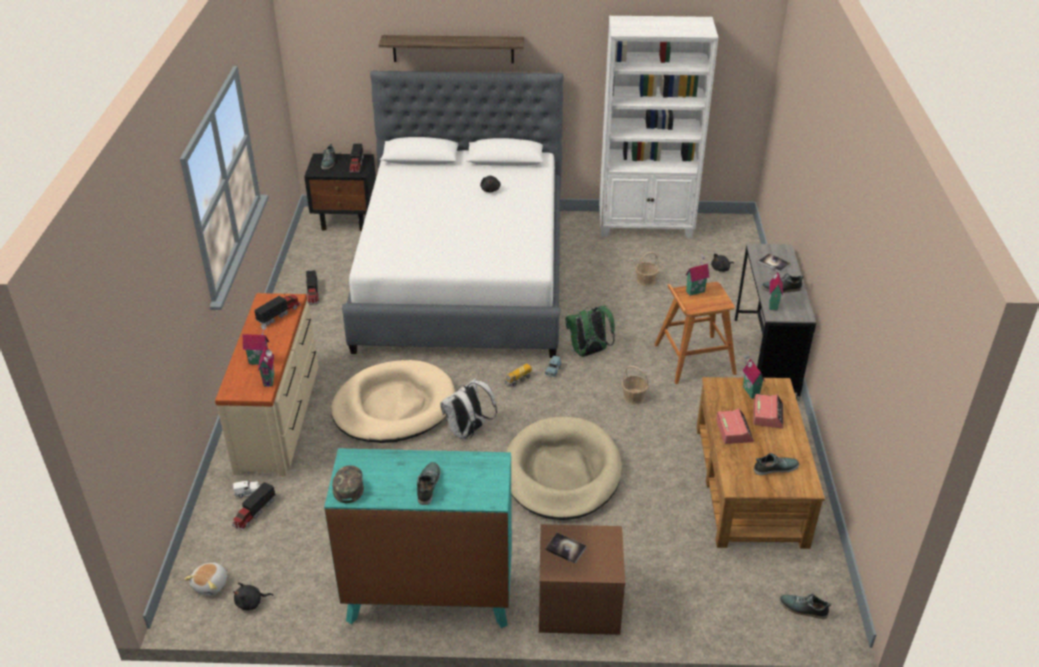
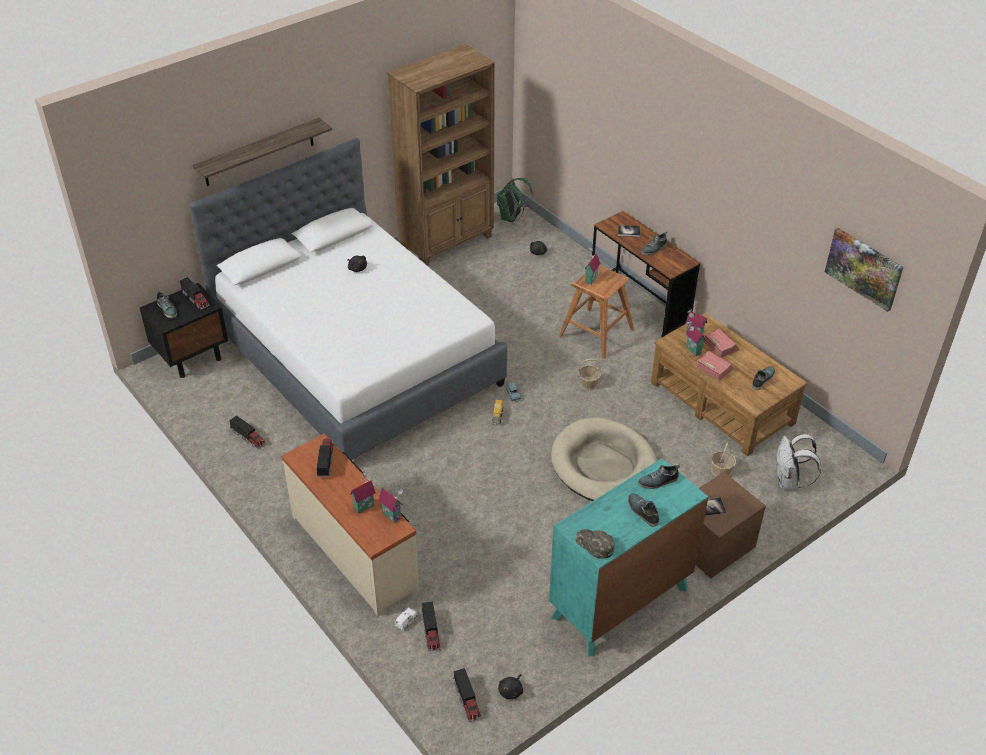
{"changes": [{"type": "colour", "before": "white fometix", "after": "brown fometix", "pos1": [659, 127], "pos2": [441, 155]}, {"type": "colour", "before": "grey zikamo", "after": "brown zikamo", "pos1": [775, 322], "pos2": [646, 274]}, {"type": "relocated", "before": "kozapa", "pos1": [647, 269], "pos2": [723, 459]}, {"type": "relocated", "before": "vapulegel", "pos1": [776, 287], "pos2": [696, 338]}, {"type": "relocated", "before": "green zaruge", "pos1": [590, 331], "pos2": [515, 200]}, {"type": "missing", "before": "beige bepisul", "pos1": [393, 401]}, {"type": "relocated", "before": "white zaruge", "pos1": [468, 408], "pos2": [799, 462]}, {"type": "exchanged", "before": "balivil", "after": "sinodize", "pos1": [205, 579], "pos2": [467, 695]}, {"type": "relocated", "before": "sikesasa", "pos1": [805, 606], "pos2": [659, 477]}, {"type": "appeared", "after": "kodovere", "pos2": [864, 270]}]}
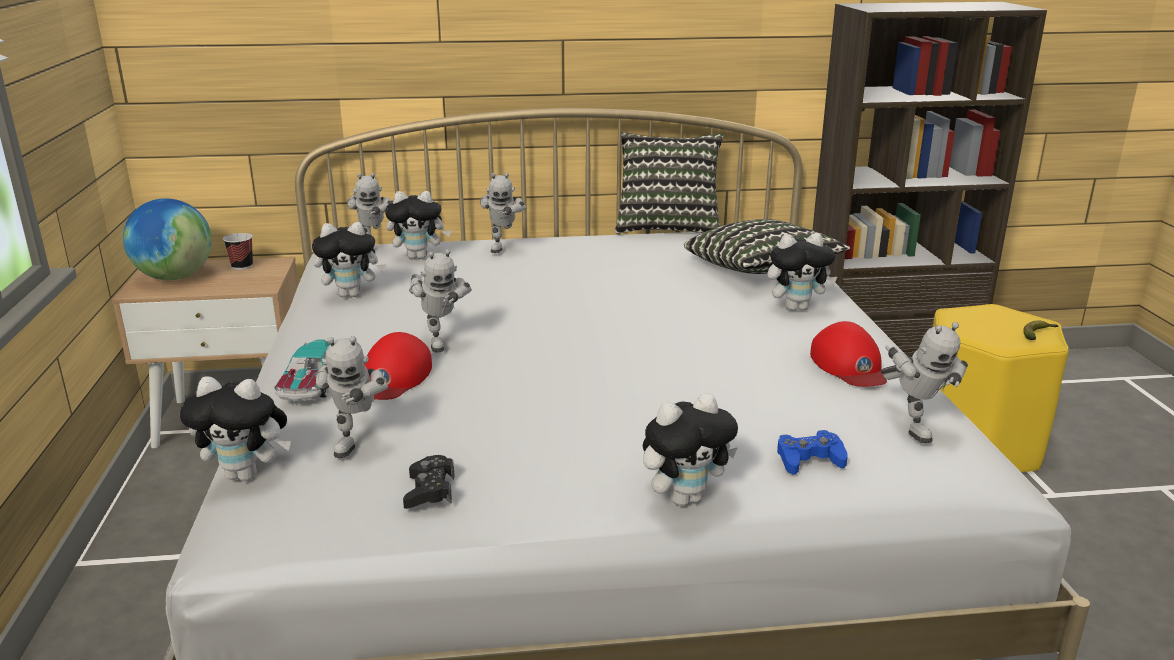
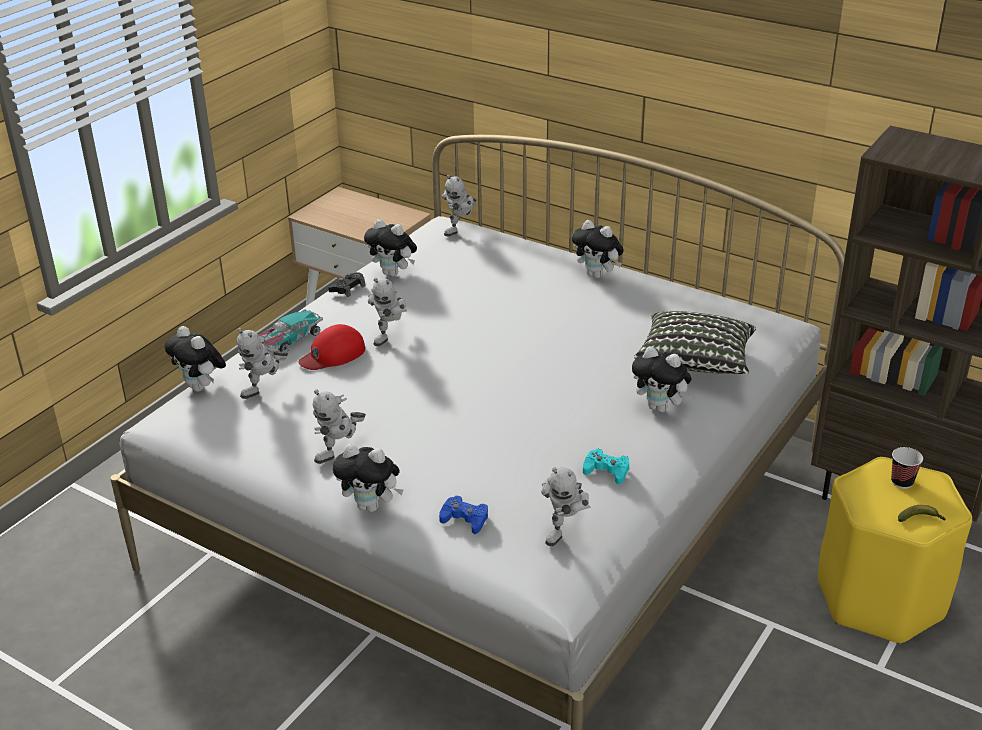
{"changes": [{"type": "missing", "before": "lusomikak", "pos1": [669, 182]}, {"type": "relocated", "before": "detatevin", "pos1": [503, 213], "pos2": [339, 427]}, {"type": "relocated", "before": "balivil", "pos1": [418, 225], "pos2": [598, 249]}, {"type": "missing", "before": "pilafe", "pos1": [167, 239]}, {"type": "relocated", "before": "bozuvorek", "pos1": [238, 251], "pos2": [907, 468]}, {"type": "exchanged", "before": "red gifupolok", "after": "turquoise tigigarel", "pos1": [848, 354], "pos2": [606, 466]}, {"type": "relocated", "before": "black tigigarel", "pos1": [428, 482], "pos2": [346, 284]}]}
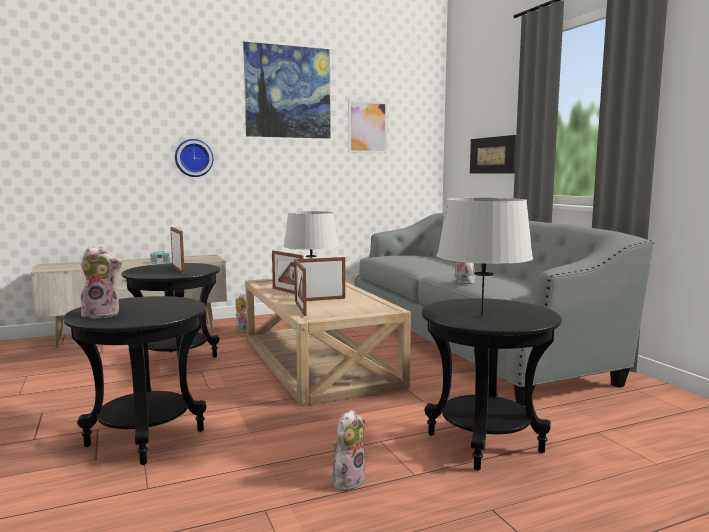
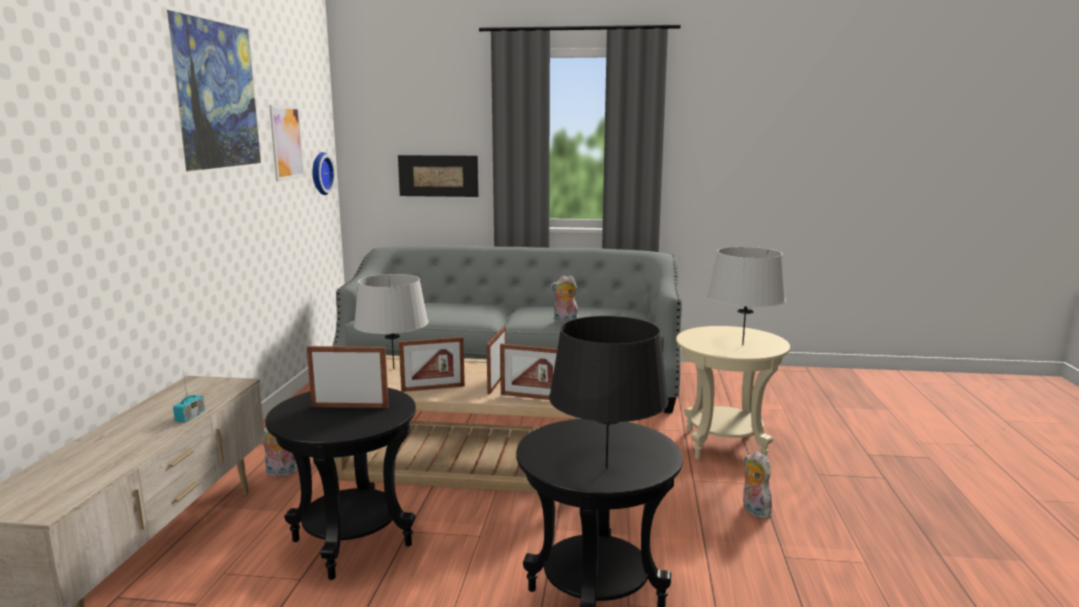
{"changes": [{"type": "relocated", "before": "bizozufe", "pos1": [194, 158], "pos2": [324, 173]}, {"type": "exchanged", "before": "balivil", "after": "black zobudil", "pos1": [100, 282], "pos2": [608, 393]}, {"type": "colour", "before": "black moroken", "after": "beige moroken", "pos1": [491, 384], "pos2": [733, 392]}]}
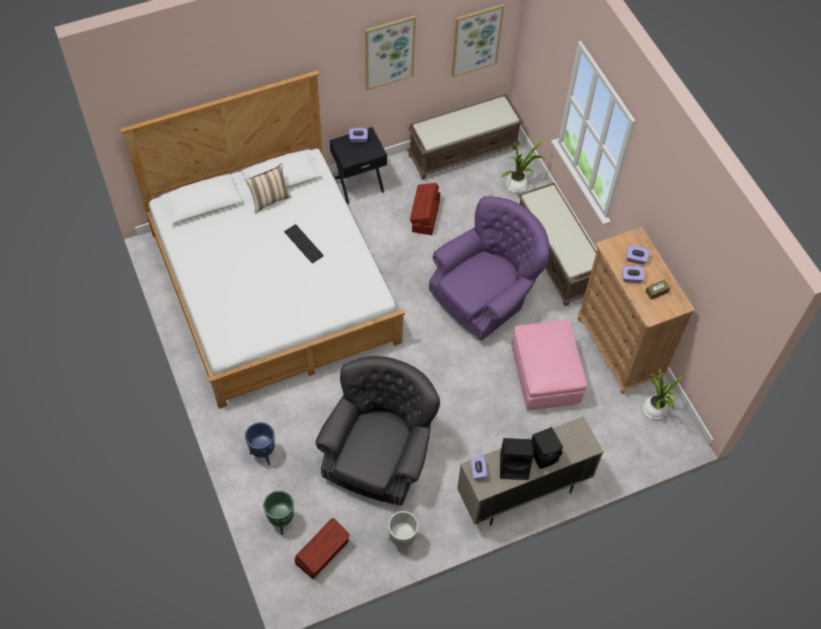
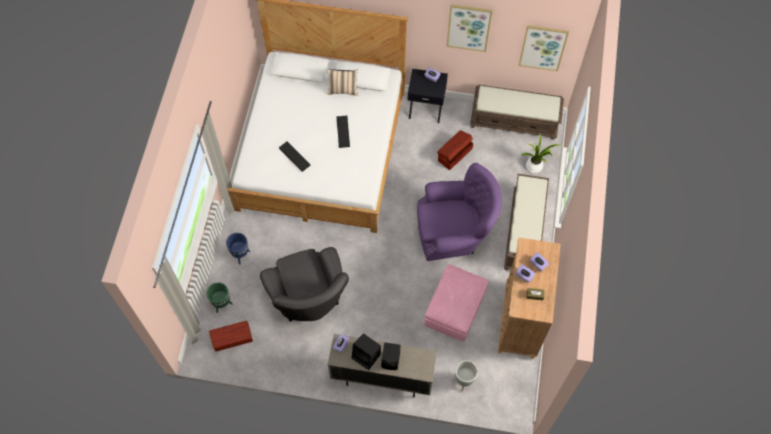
{"changes": [{"type": "spun", "before": "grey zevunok", "pos1": [378, 431], "pos2": [304, 284], "turn": 105}, {"type": "missing", "before": "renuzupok", "pos1": [662, 393]}, {"type": "relocated", "before": "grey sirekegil", "pos1": [403, 533], "pos2": [466, 375]}, {"type": "appeared", "after": "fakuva", "pos2": [295, 157]}]}
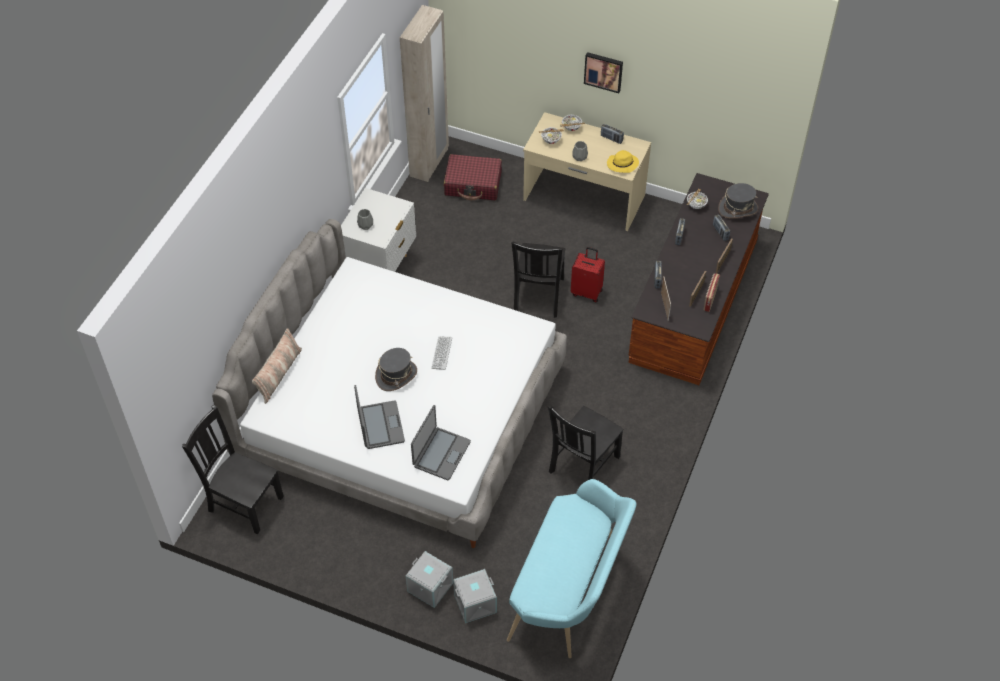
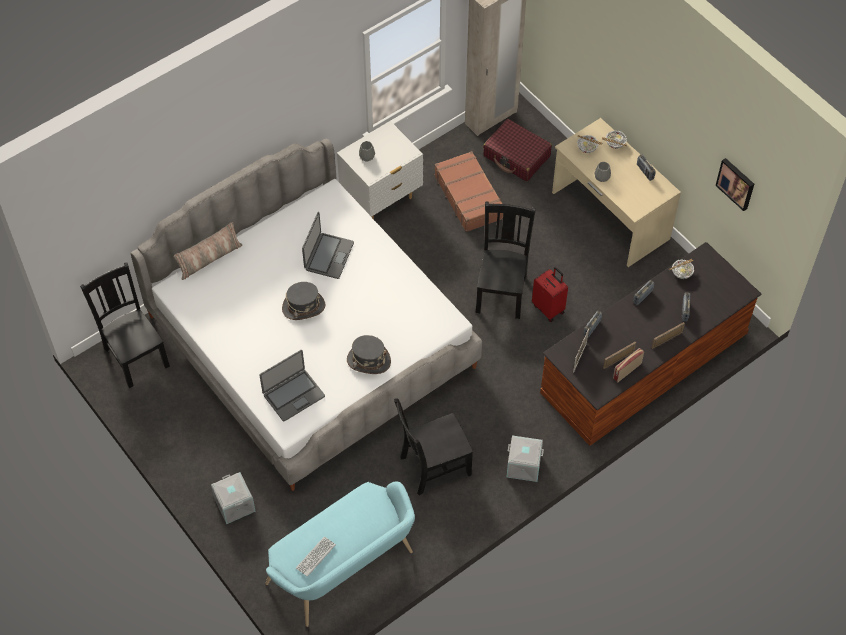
{"changes": [{"type": "relocated", "before": "kodovere", "pos1": [603, 72], "pos2": [734, 184]}, {"type": "missing", "before": "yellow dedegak", "pos1": [623, 161]}, {"type": "relocated", "before": "grey dedegak", "pos1": [738, 201], "pos2": [369, 354]}, {"type": "spun", "before": "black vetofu", "pos1": [538, 279], "pos2": [505, 260], "turn": 150}, {"type": "relocated", "before": "fakuva", "pos1": [441, 353], "pos2": [316, 556]}, {"type": "relocated", "before": "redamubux", "pos1": [379, 417], "pos2": [328, 245]}, {"type": "relocated", "before": "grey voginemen", "pos1": [475, 596], "pos2": [525, 459]}, {"type": "appeared", "after": "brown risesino", "pos2": [469, 191]}]}
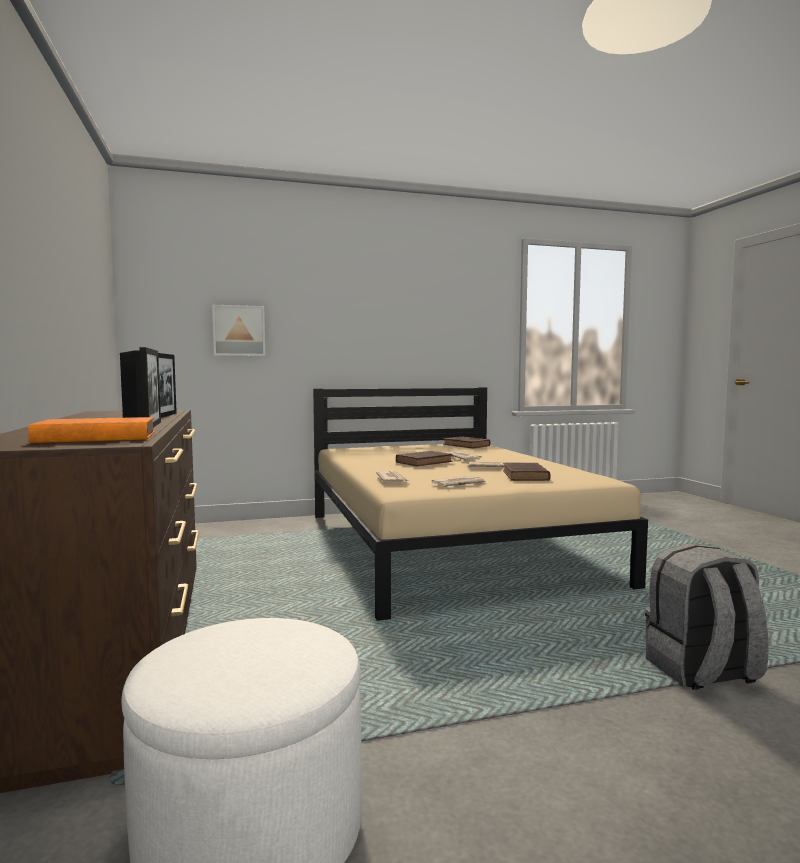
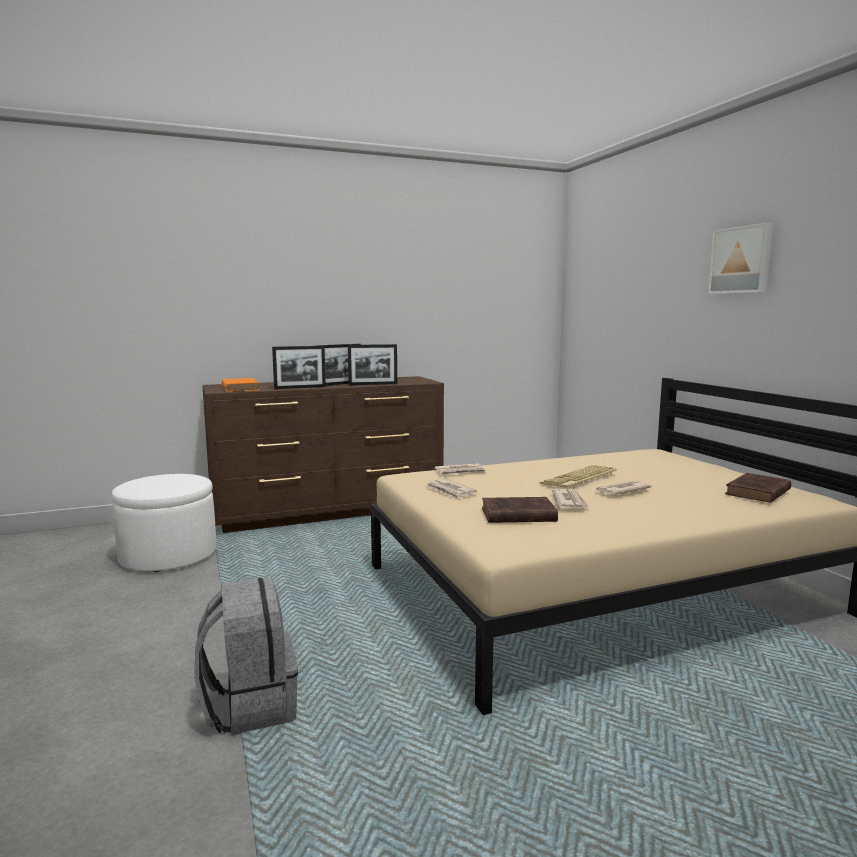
{"changes": [{"type": "relocated", "before": "kodovere", "pos1": [238, 330], "pos2": [740, 258]}, {"type": "exchanged", "before": "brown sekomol", "after": "fakuva", "pos1": [424, 458], "pos2": [577, 476]}]}
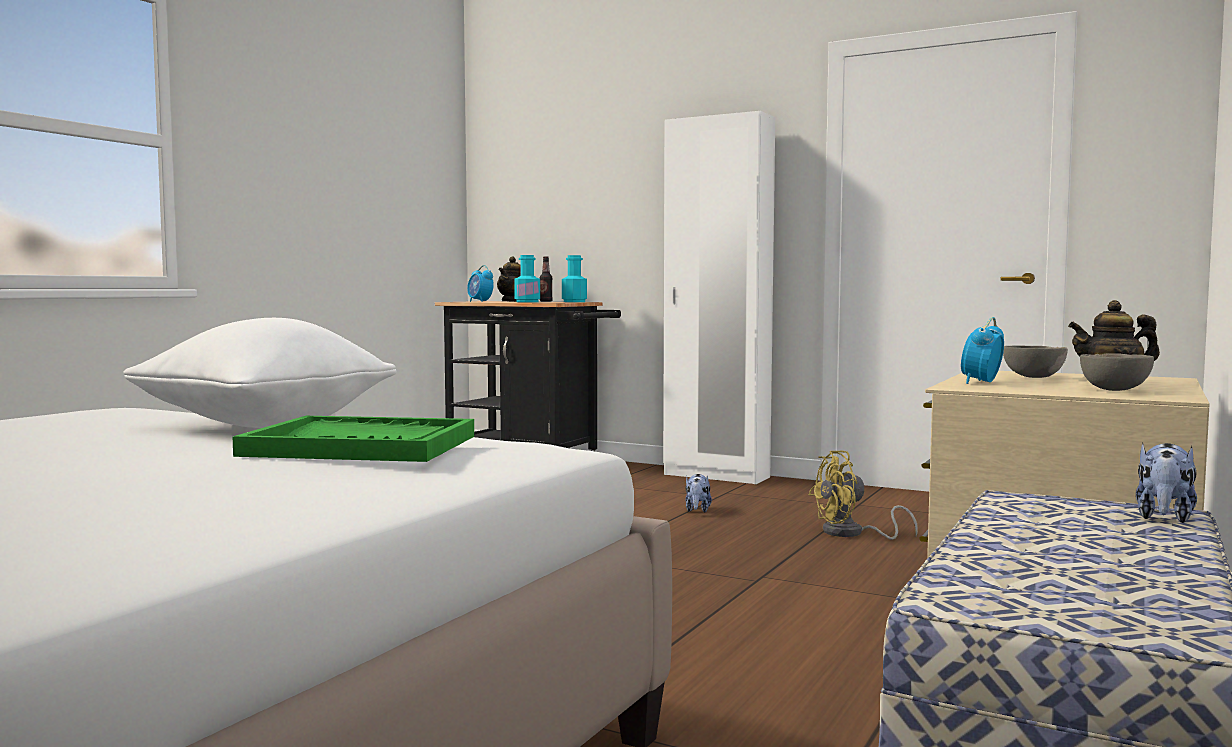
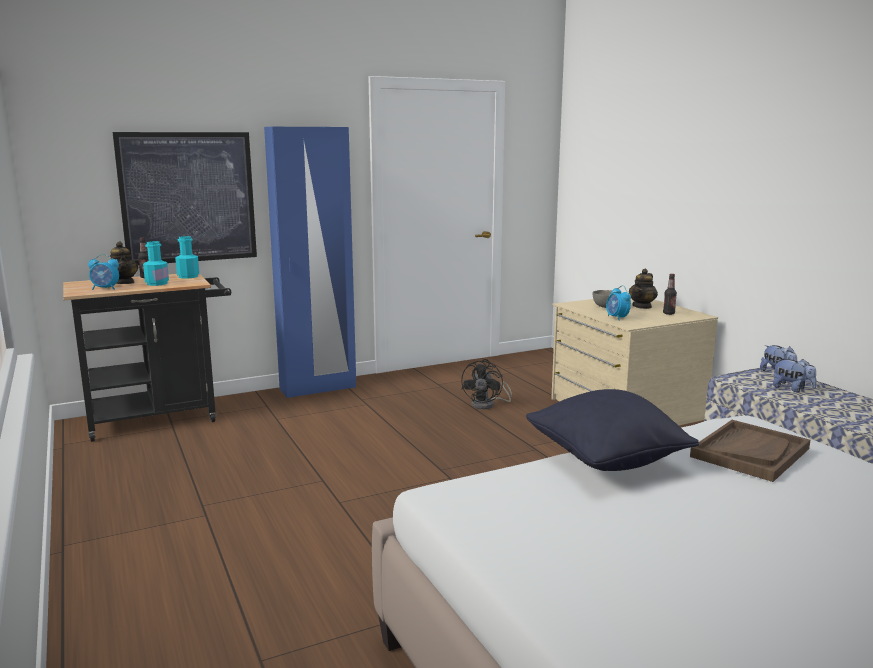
{"changes": [{"type": "colour", "before": "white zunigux", "after": "blue zunigux", "pos1": [719, 297], "pos2": [310, 262]}, {"type": "colour", "before": "white lusomikak", "after": "black lusomikak", "pos1": [260, 373], "pos2": [612, 430]}, {"type": "exchanged", "before": "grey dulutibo", "after": "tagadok", "pos1": [1117, 372], "pos2": [670, 294]}, {"type": "colour", "before": "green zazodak", "after": "brown zazodak", "pos1": [353, 439], "pos2": [750, 451]}, {"type": "colour", "before": "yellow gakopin", "after": "black gakopin", "pos1": [863, 495], "pos2": [486, 384]}, {"type": "relocated", "before": "balivil", "pos1": [699, 493], "pos2": [795, 375]}, {"type": "appeared", "after": "kodovere", "pos2": [185, 198]}]}
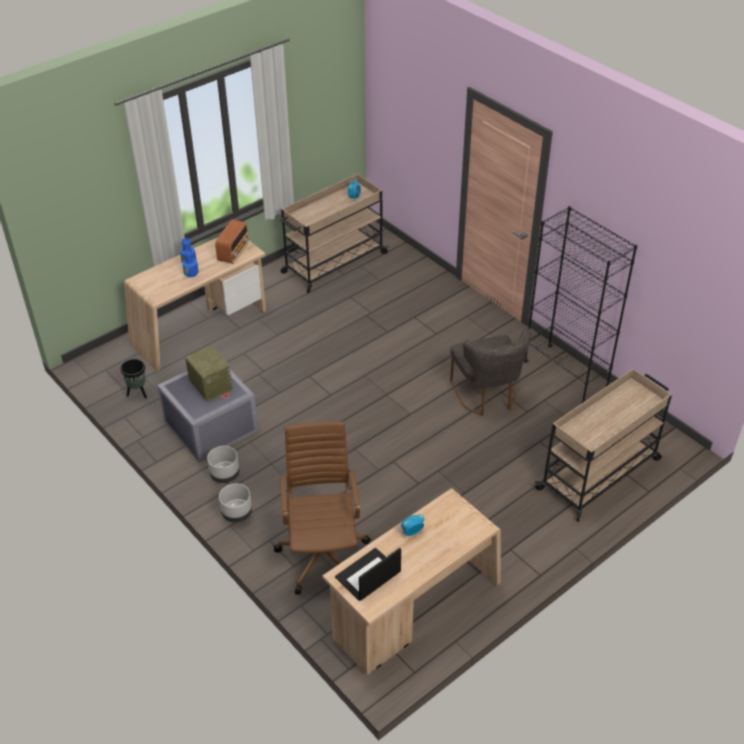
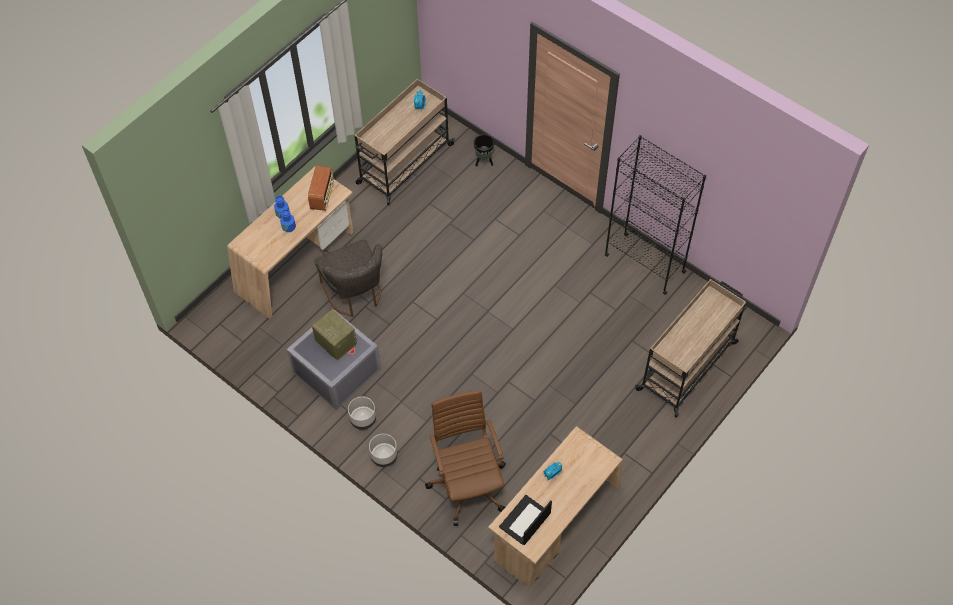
{"changes": [{"type": "relocated", "before": "grey vetofu", "pos1": [490, 372], "pos2": [348, 278]}, {"type": "relocated", "before": "black sirekegil", "pos1": [133, 378], "pos2": [484, 150]}]}
